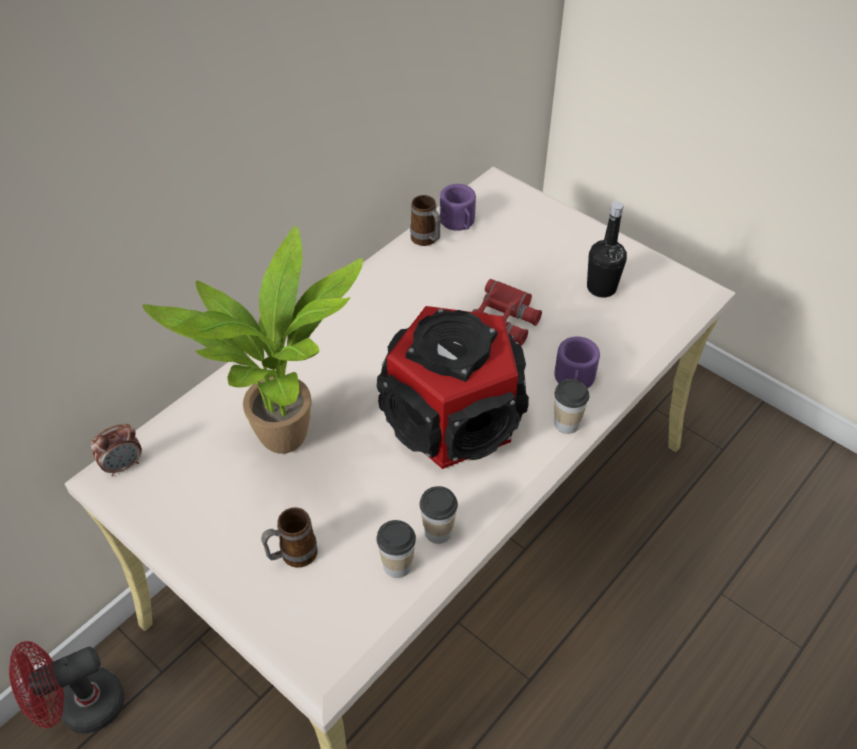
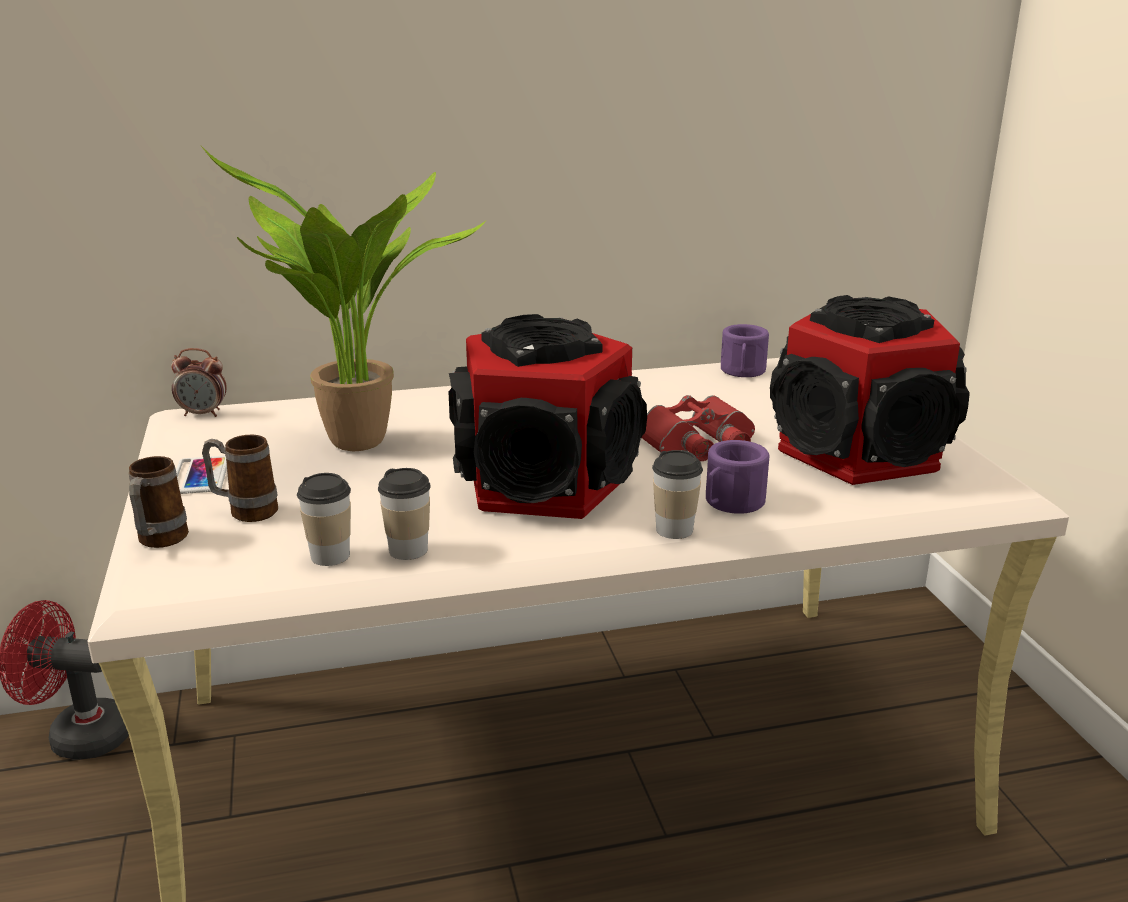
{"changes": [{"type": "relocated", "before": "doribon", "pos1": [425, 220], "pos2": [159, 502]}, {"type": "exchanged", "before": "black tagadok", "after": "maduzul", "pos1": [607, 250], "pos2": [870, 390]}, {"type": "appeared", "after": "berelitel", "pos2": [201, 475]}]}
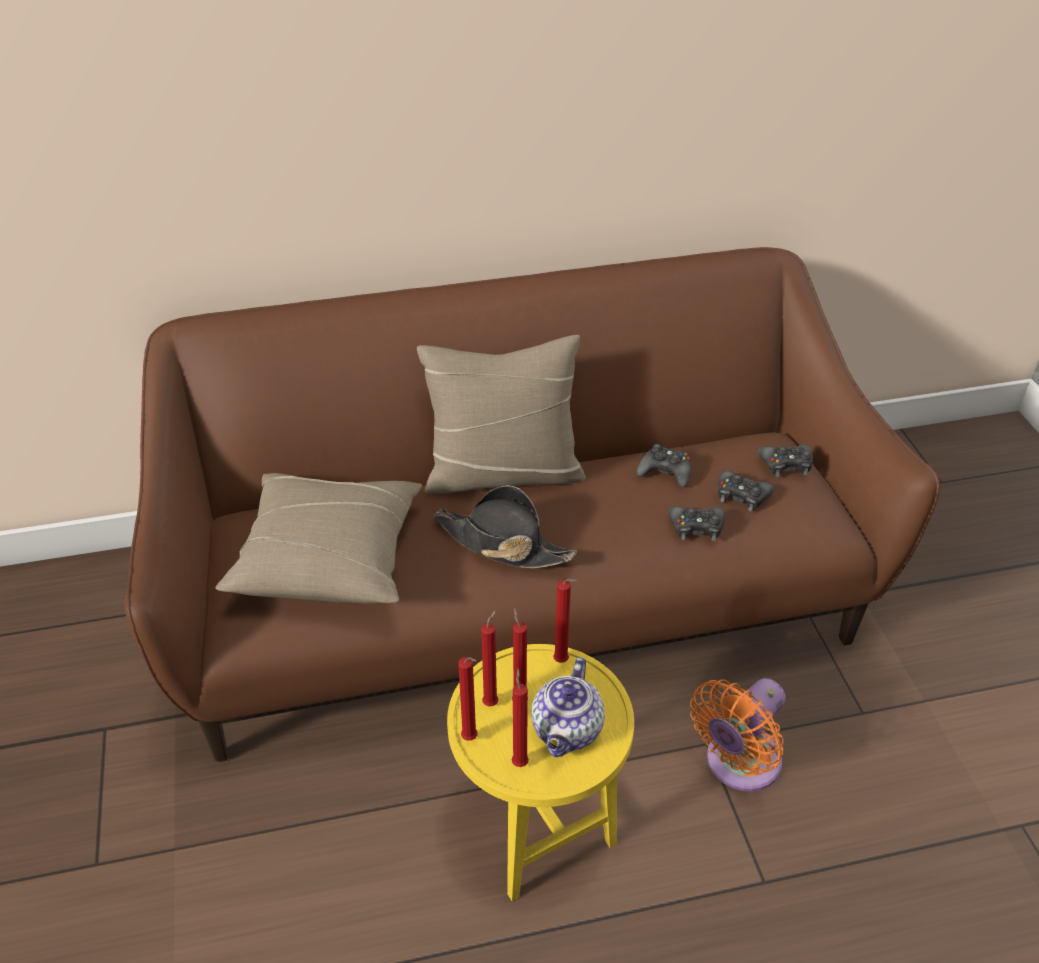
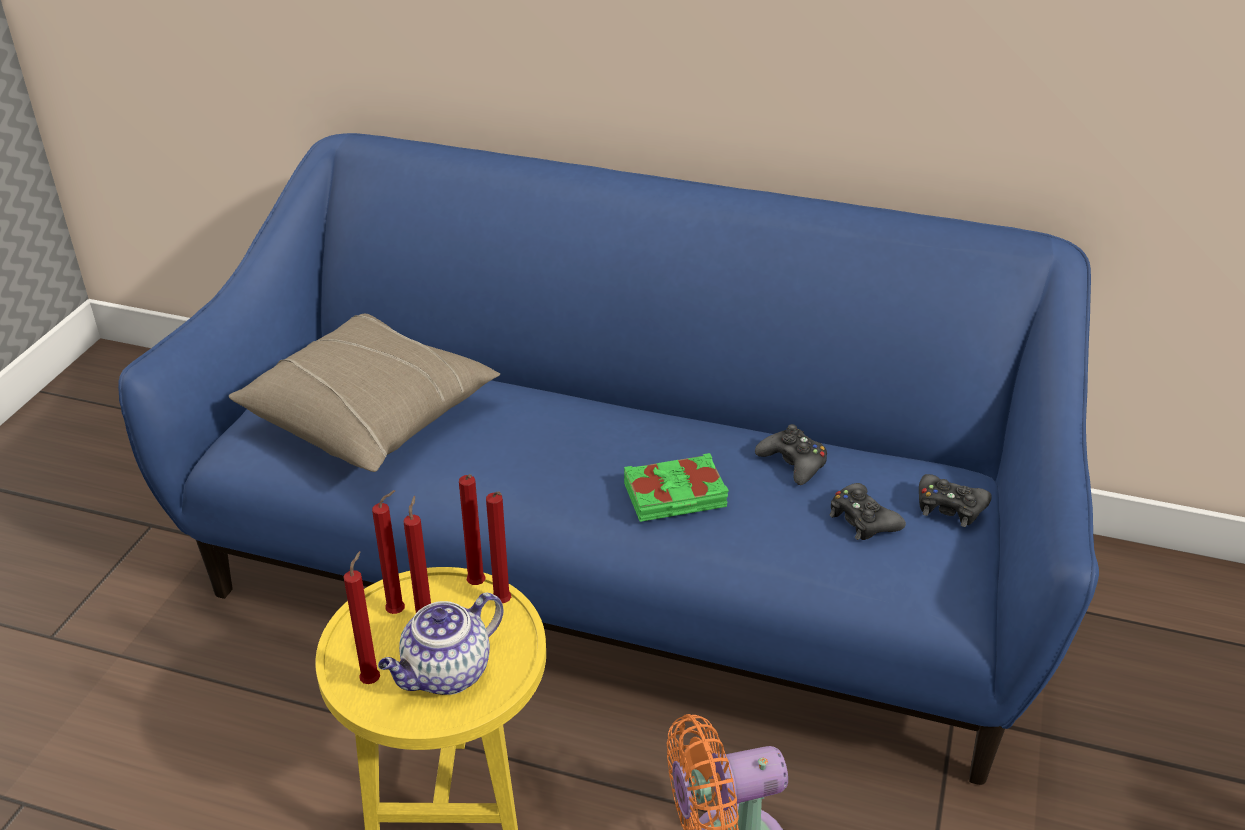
{"changes": [{"type": "colour", "before": "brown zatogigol", "after": "blue zatogigol", "pos1": [532, 504], "pos2": [608, 459]}, {"type": "missing", "before": "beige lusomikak", "pos1": [501, 414]}, {"type": "missing", "before": "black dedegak", "pos1": [505, 526]}, {"type": "missing", "before": "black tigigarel", "pos1": [697, 523]}, {"type": "relocated", "before": "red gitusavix", "pos1": [468, 699], "pos2": [472, 529]}, {"type": "appeared", "after": "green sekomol", "pos2": [676, 487]}]}
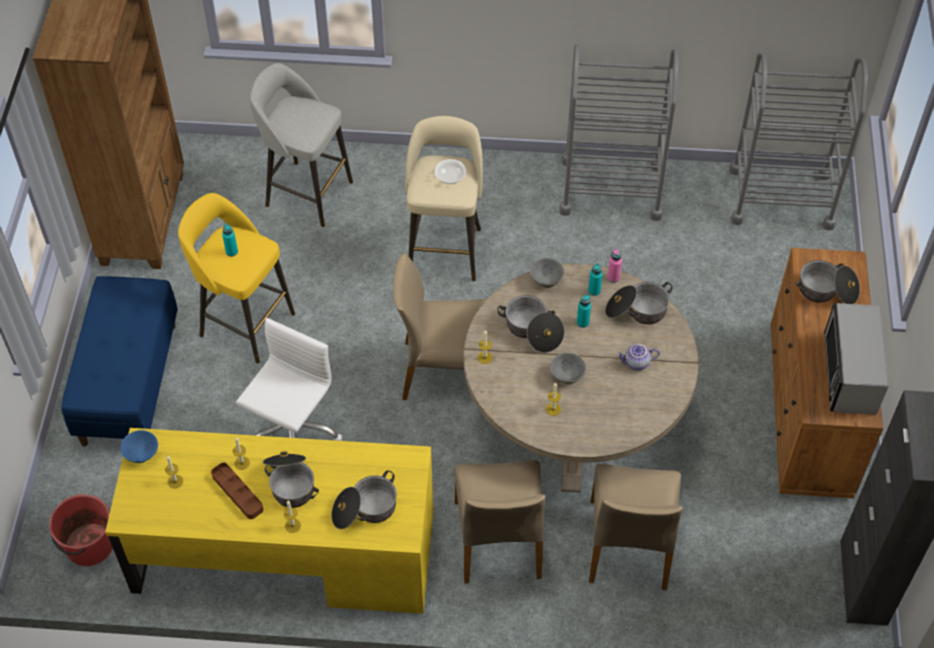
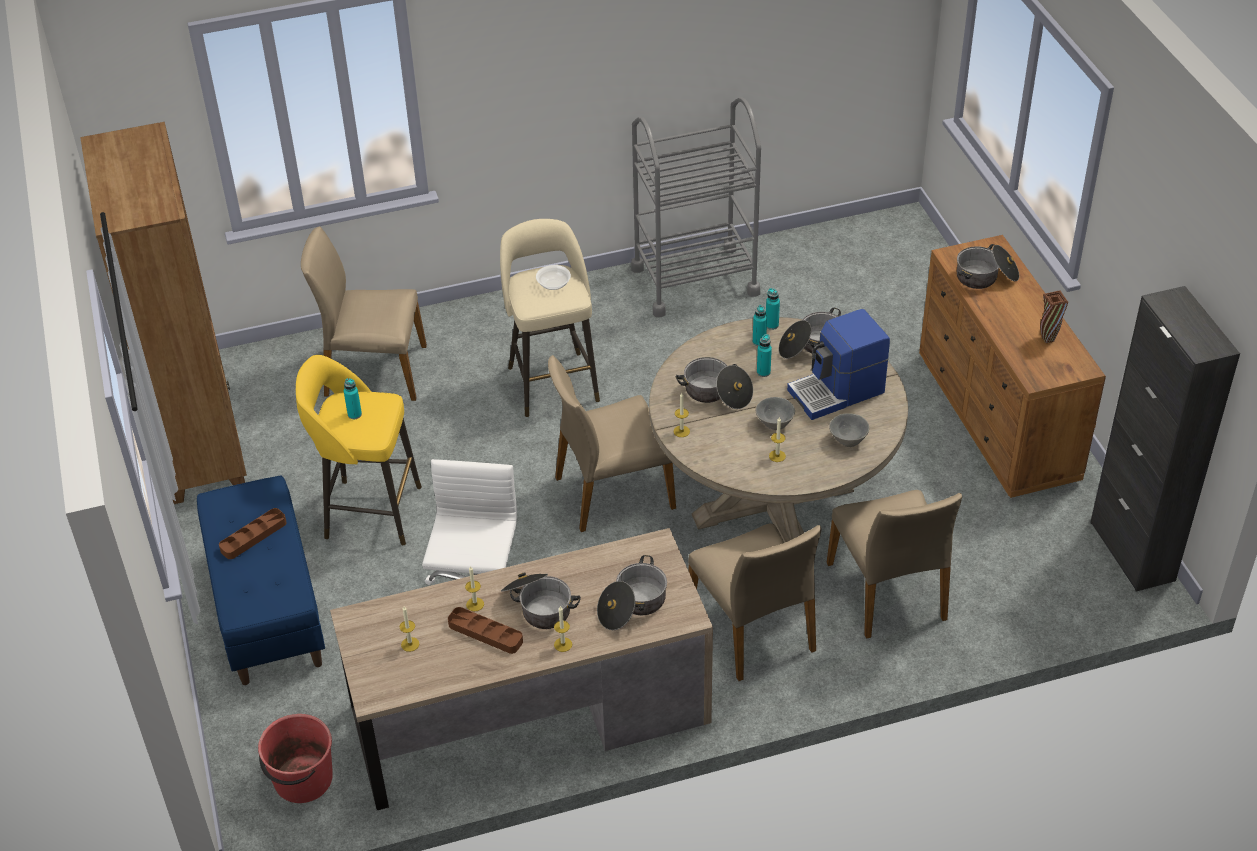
{"changes": [{"type": "missing", "before": "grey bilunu", "pos1": [798, 141]}, {"type": "exchanged", "before": "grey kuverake", "after": "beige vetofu", "pos1": [301, 145], "pos2": [364, 313]}, {"type": "colour", "before": "pink tagadok", "after": "turquoise tagadok", "pos1": [614, 266], "pos2": [773, 309]}, {"type": "relocated", "before": "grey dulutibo", "pos1": [547, 273], "pos2": [849, 430]}, {"type": "exchanged", "before": "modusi", "after": "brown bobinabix", "pos1": [856, 359], "pos2": [1054, 316]}, {"type": "exchanged", "before": "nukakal", "after": "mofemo", "pos1": [638, 357], "pos2": [838, 364]}, {"type": "colour", "before": "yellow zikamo", "after": "brown zikamo", "pos1": [269, 521], "pos2": [521, 669]}, {"type": "missing", "before": "blue dulutibo", "pos1": [139, 446]}, {"type": "appeared", "after": "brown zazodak", "pos2": [253, 533]}]}
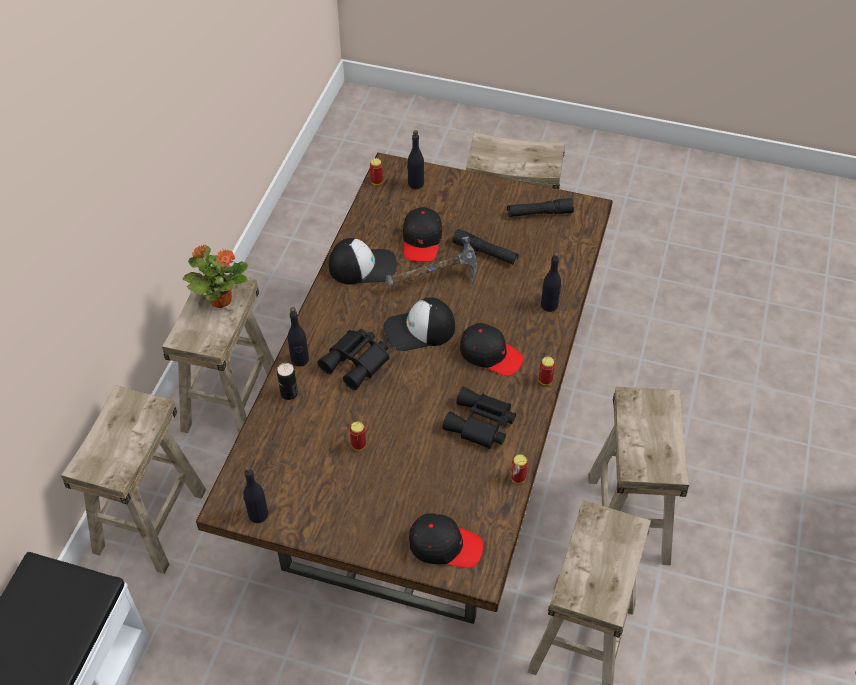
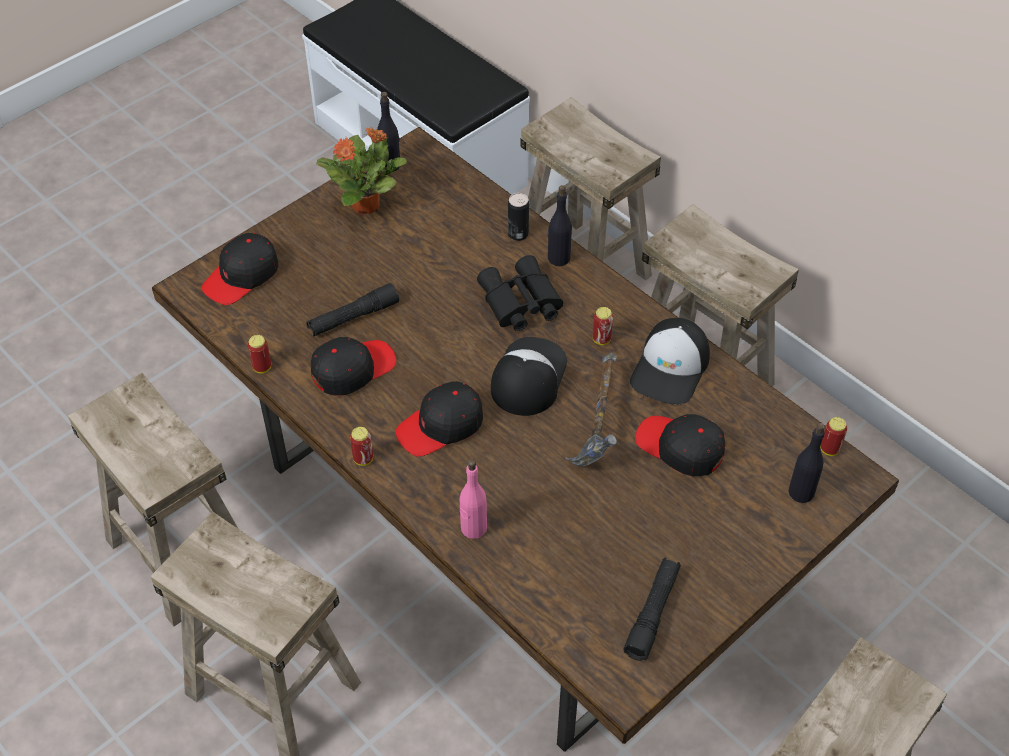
{"changes": [{"type": "relocated", "before": "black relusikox", "pos1": [485, 247], "pos2": [352, 310]}, {"type": "relocated", "before": "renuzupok", "pos1": [215, 276], "pos2": [361, 171]}, {"type": "colour", "before": "black tagadok", "after": "pink tagadok", "pos1": [551, 282], "pos2": [473, 499]}, {"type": "exchanged", "before": "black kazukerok", "after": "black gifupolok", "pos1": [479, 418], "pos2": [353, 366]}, {"type": "relocated", "before": "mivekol", "pos1": [358, 436], "pos2": [603, 326]}]}
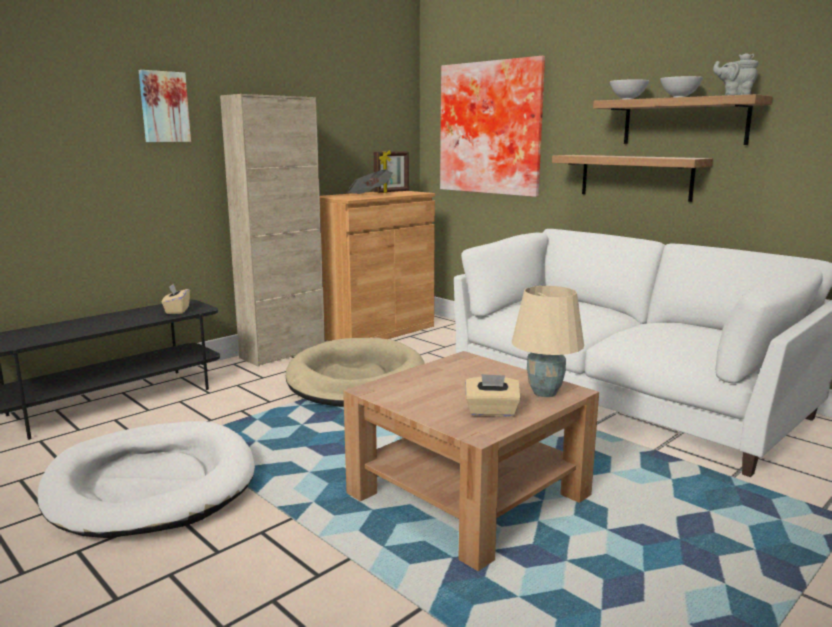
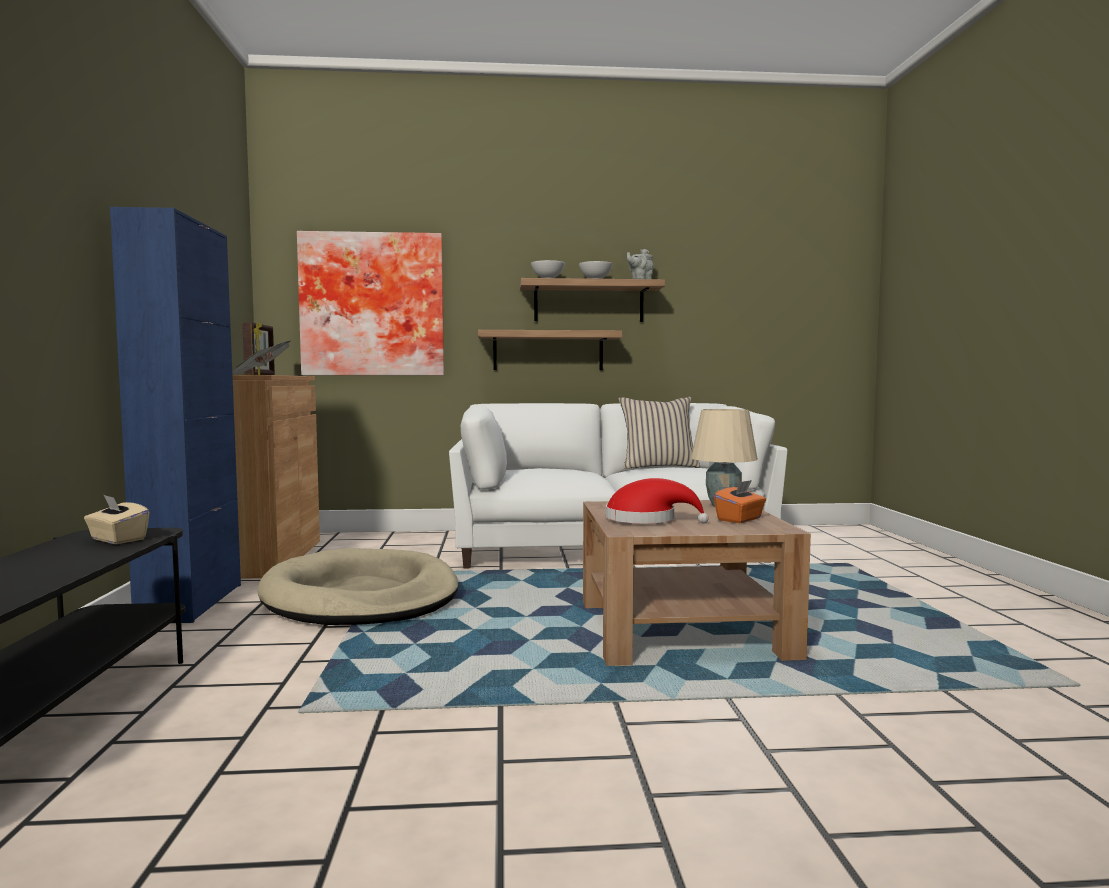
{"changes": [{"type": "missing", "before": "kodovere", "pos1": [165, 106]}, {"type": "colour", "before": "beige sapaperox", "after": "blue sapaperox", "pos1": [272, 230], "pos2": [175, 415]}, {"type": "colour", "before": "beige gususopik", "after": "orange gususopik", "pos1": [493, 395], "pos2": [740, 501]}, {"type": "missing", "before": "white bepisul", "pos1": [146, 479]}, {"type": "appeared", "after": "beige lusomikak", "pos2": [659, 433]}, {"type": "appeared", "after": "red dedegak", "pos2": [657, 500]}]}
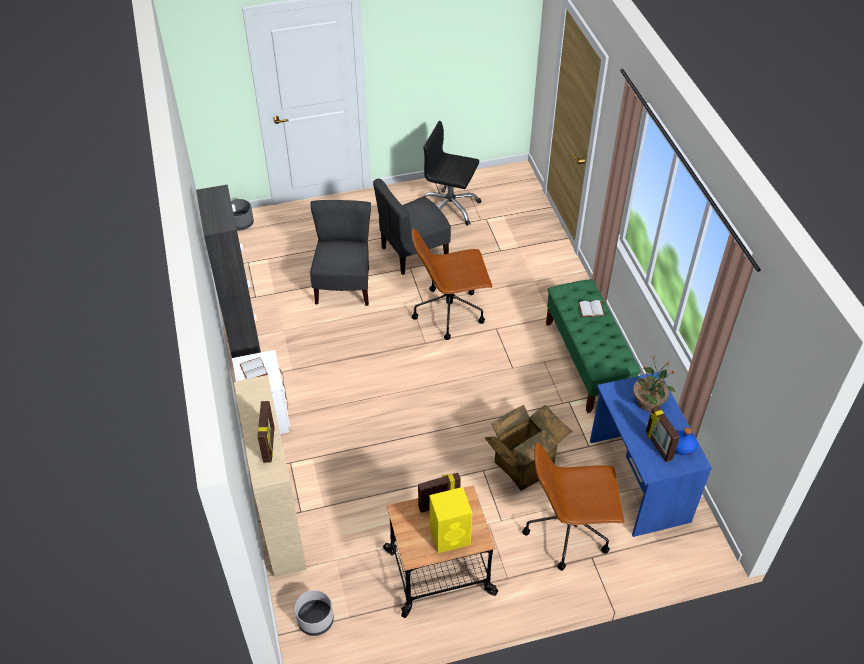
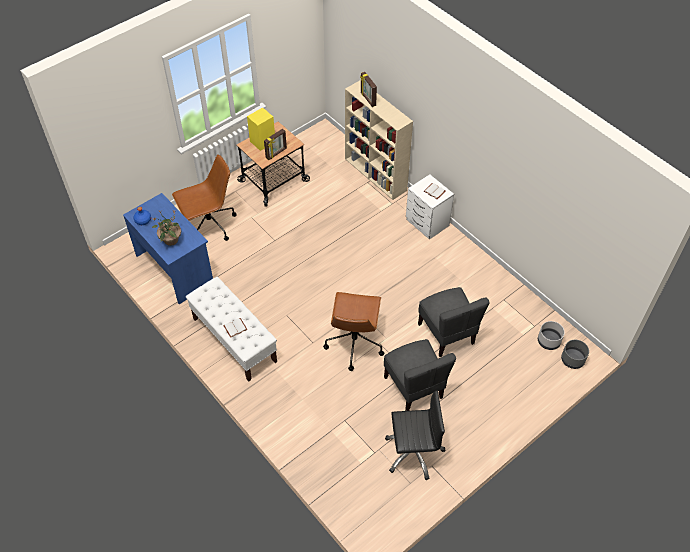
{"changes": [{"type": "spun", "before": "grey vetofu", "pos1": [412, 227], "pos2": [420, 375], "turn": 120}, {"type": "missing", "before": "black sapaperox", "pos1": [228, 271]}, {"type": "spun", "before": "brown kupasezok", "pos1": [452, 284], "pos2": [353, 331], "turn": 135}, {"type": "colour", "before": "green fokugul", "after": "white fokugul", "pos1": [593, 346], "pos2": [231, 329]}, {"type": "missing", "before": "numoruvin", "pos1": [528, 447]}, {"type": "missing", "before": "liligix", "pos1": [663, 434]}, {"type": "relocated", "before": "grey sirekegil", "pos1": [314, 613], "pos2": [551, 335]}]}
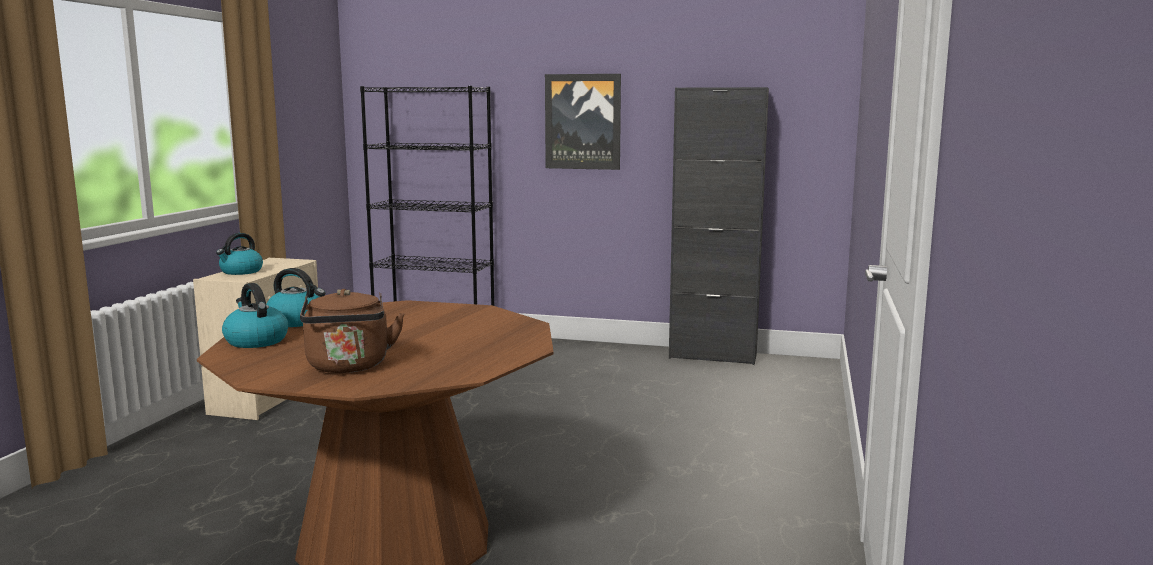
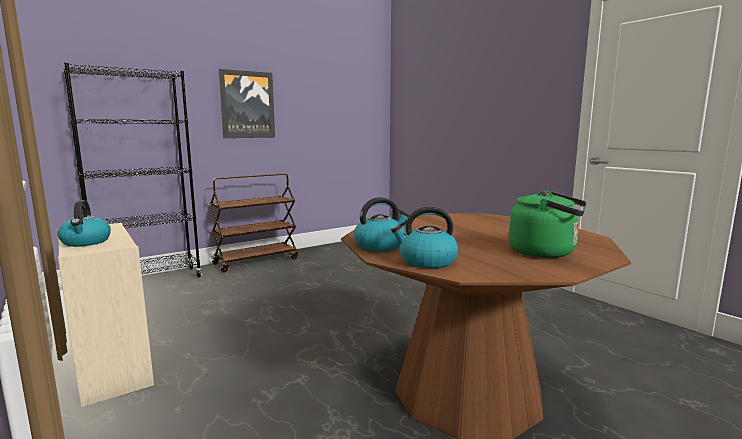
{"changes": [{"type": "missing", "before": "black sapaperox", "pos1": [719, 226]}, {"type": "colour", "before": "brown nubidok", "after": "green nubidok", "pos1": [352, 331], "pos2": [547, 224]}, {"type": "appeared", "after": "brown bilunu", "pos2": [254, 222]}]}
